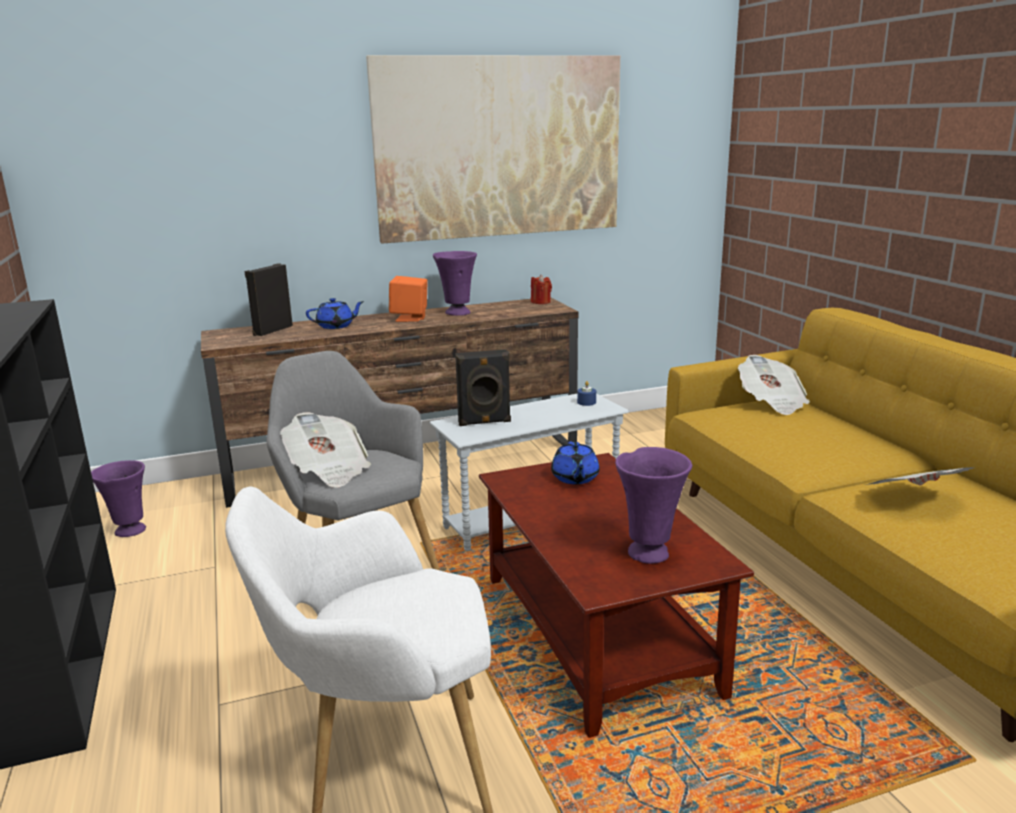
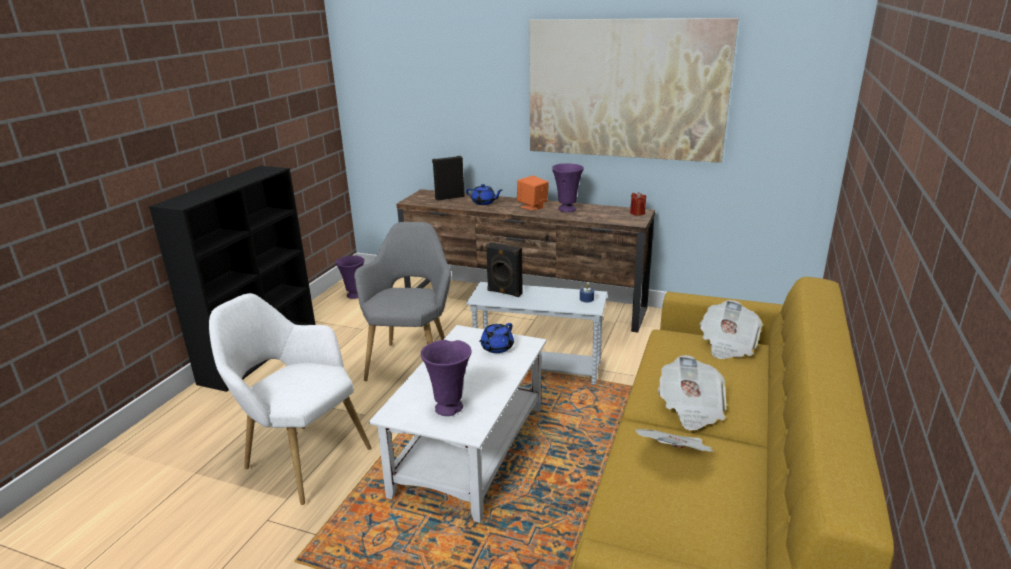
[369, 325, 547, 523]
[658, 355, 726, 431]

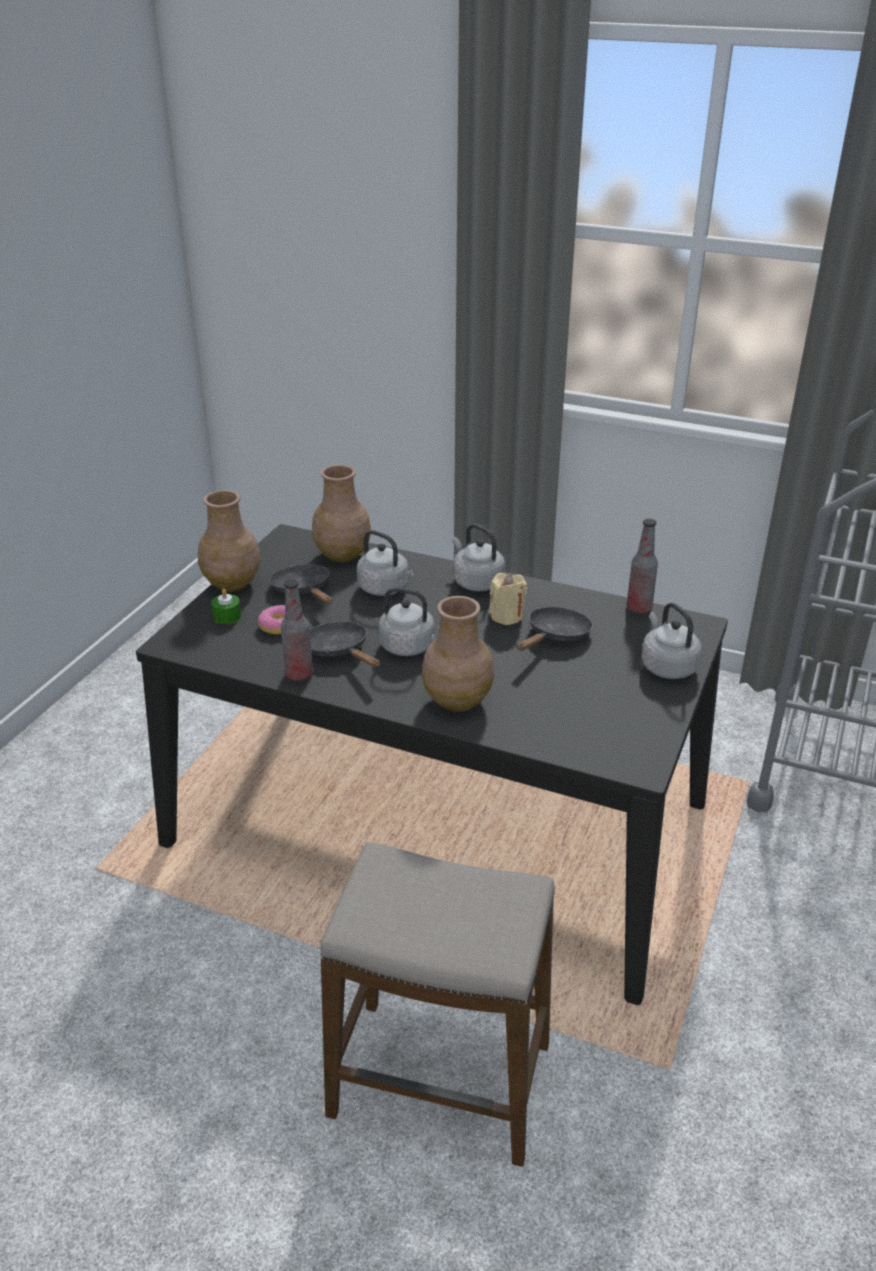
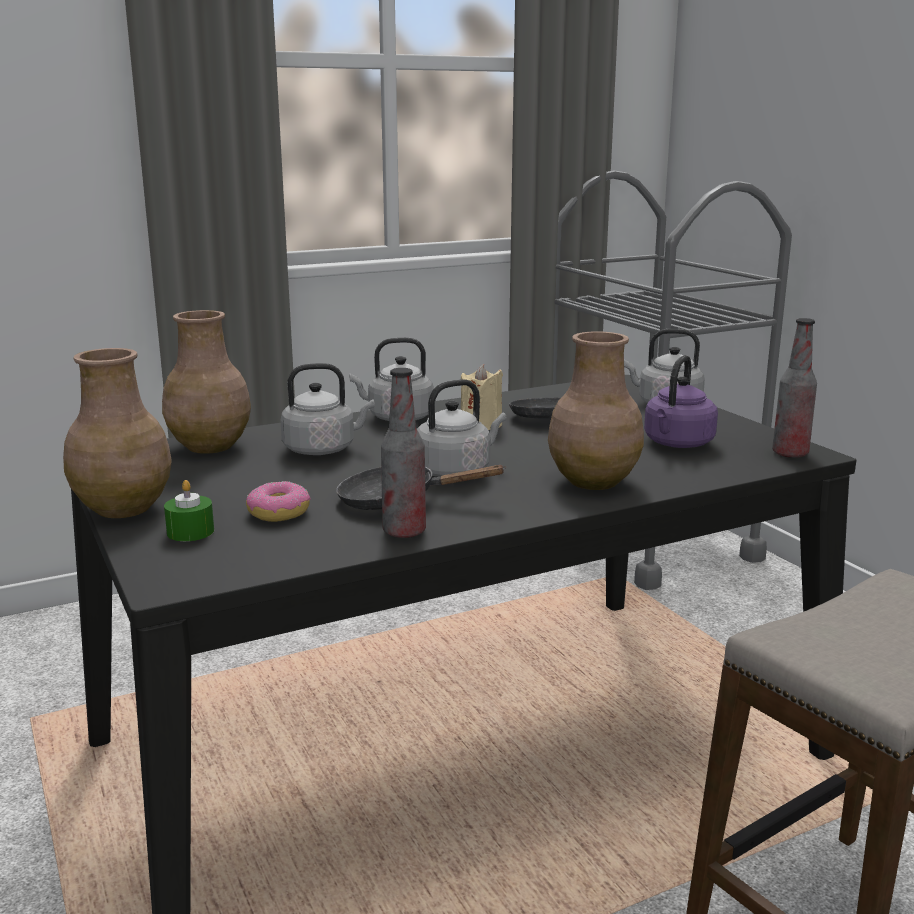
[644, 355, 718, 448]
[772, 318, 817, 458]
[269, 564, 333, 604] (first image)

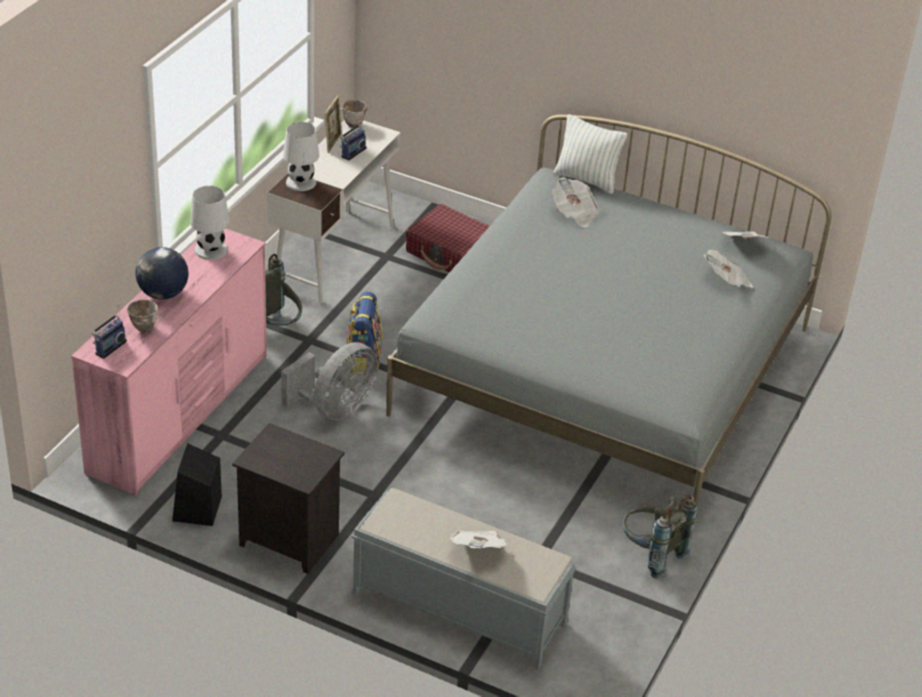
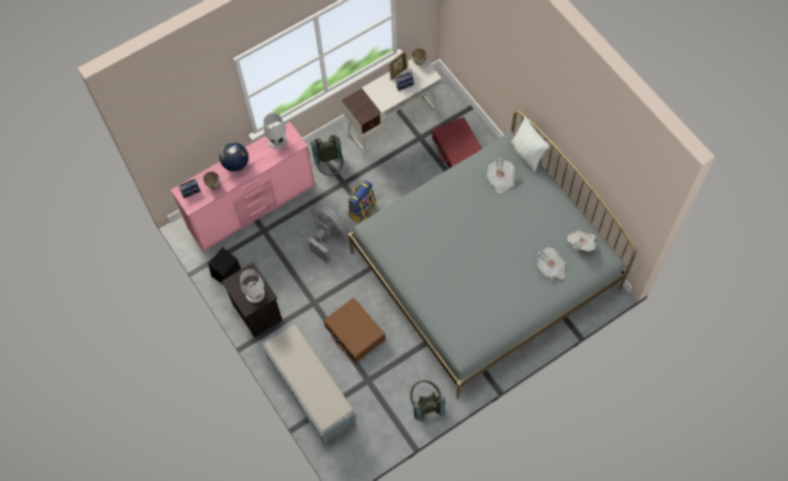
[240, 269, 265, 303]
[308, 203, 349, 263]
[324, 298, 386, 363]
[450, 530, 508, 548] (first image)

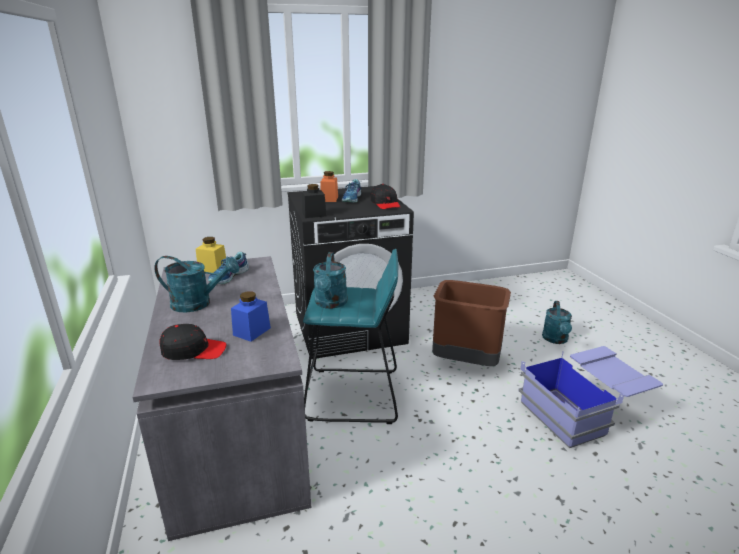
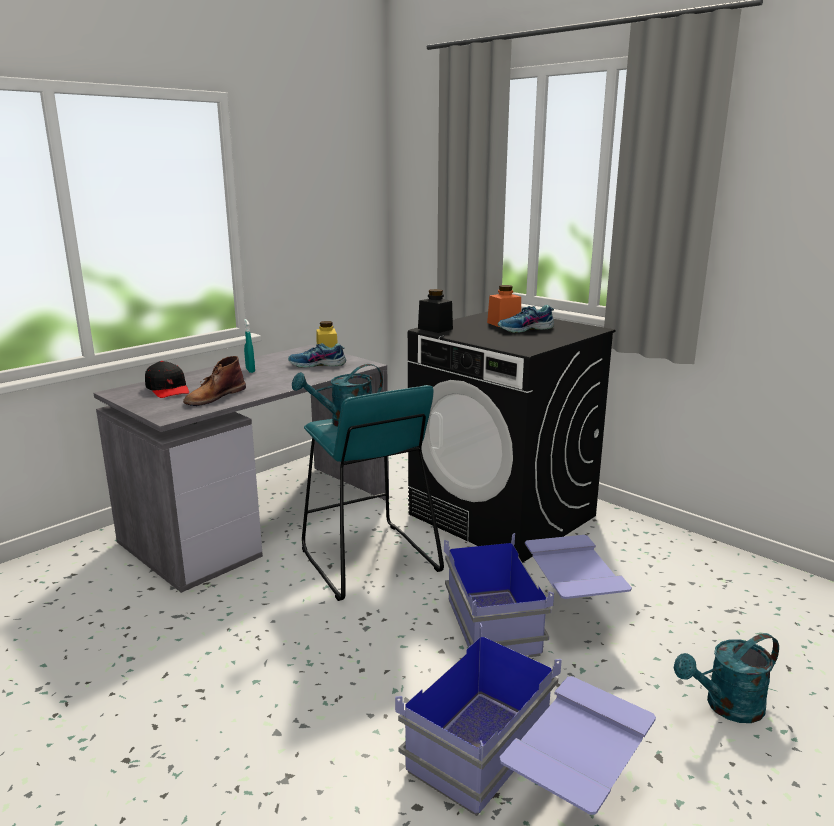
[183, 356, 246, 406]
[244, 319, 255, 373]
[444, 533, 632, 657]
[370, 184, 400, 209] (first image)

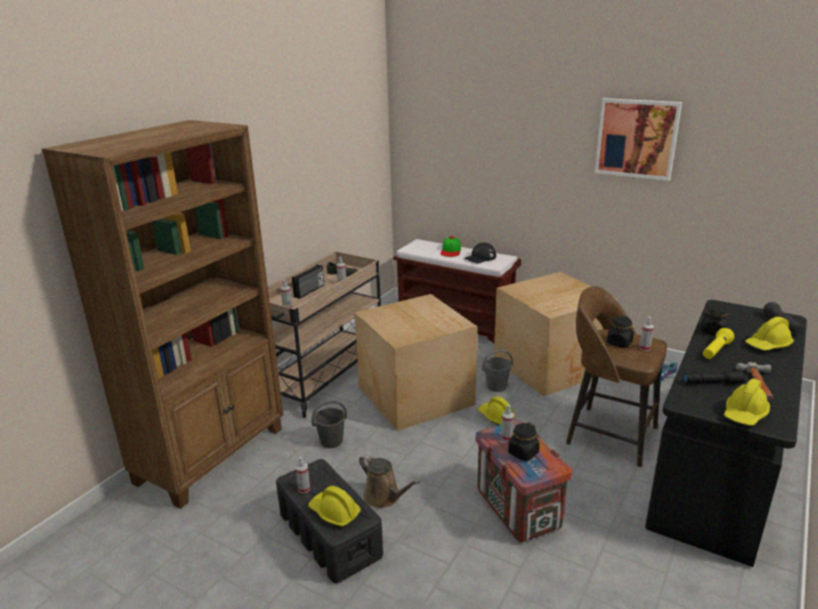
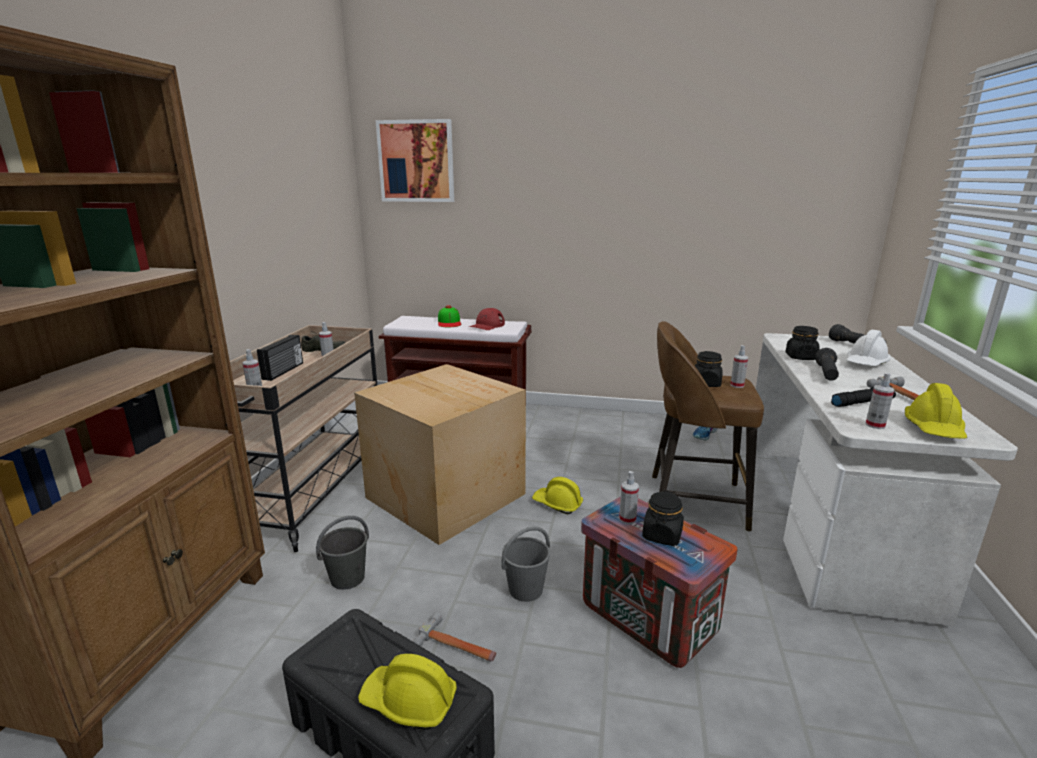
[376, 119, 454, 202]
[413, 612, 496, 662]
[469, 308, 505, 330]
[501, 526, 550, 602]
[756, 333, 1018, 626]
[815, 348, 839, 381]
[846, 330, 890, 366]
[865, 373, 895, 429]
[494, 272, 618, 396] (first image)

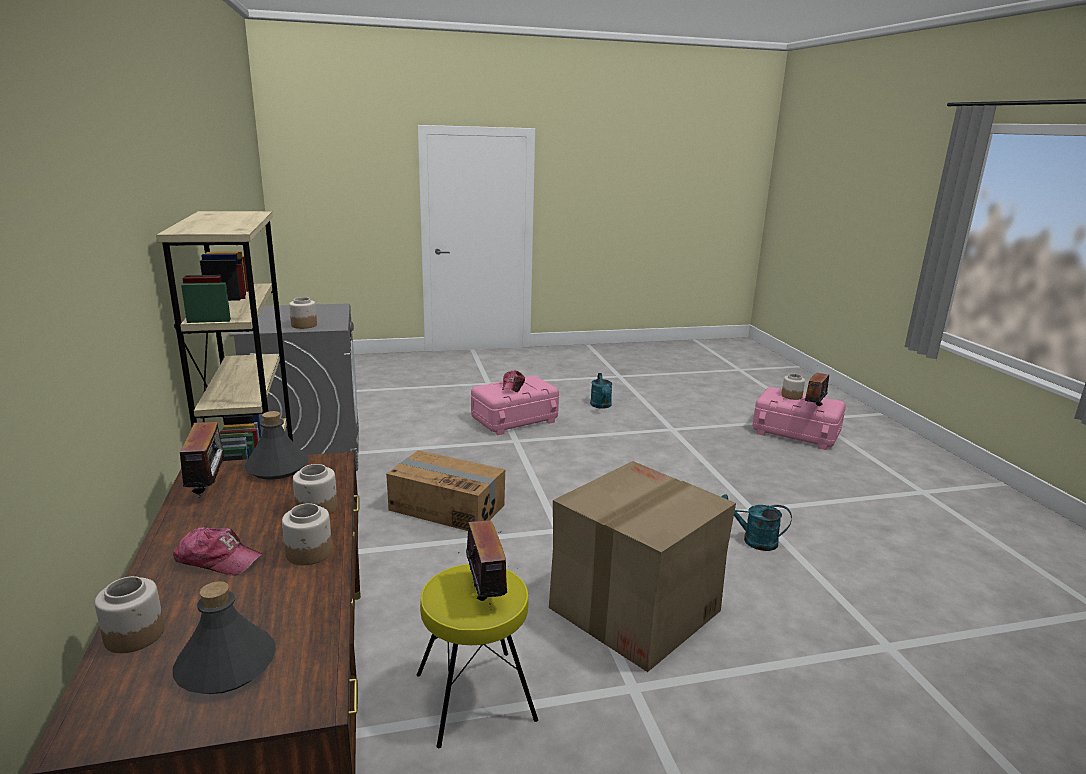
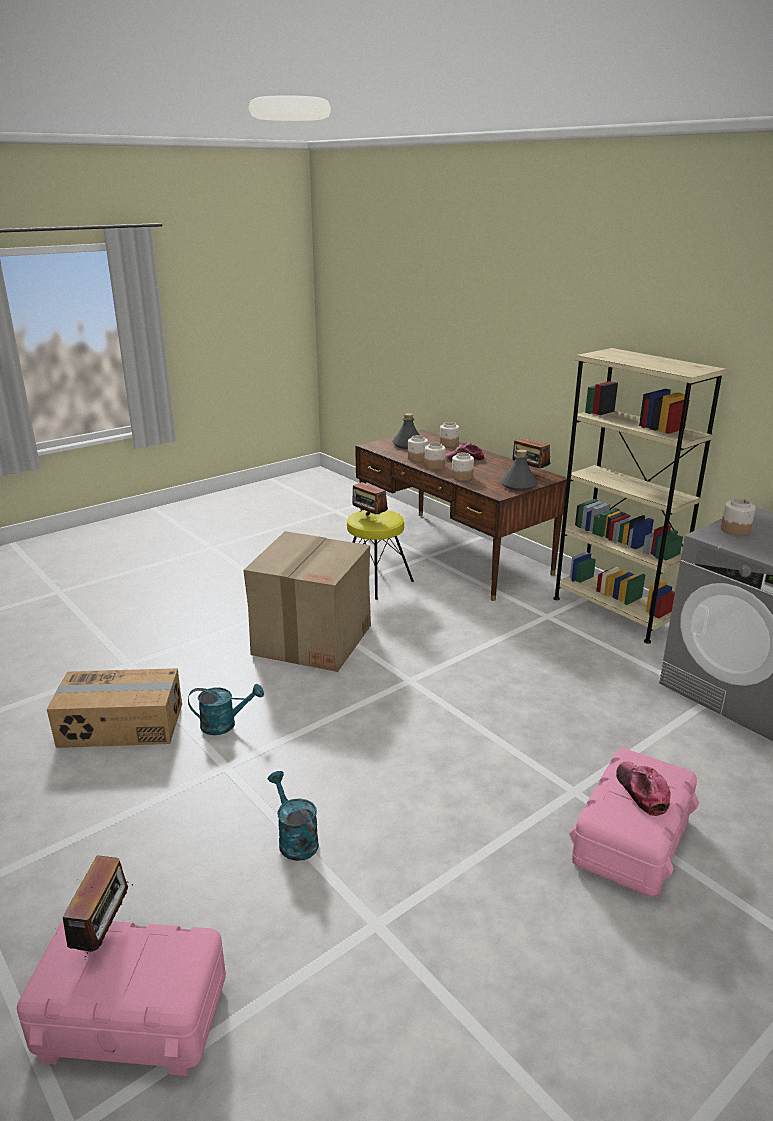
[47, 668, 182, 748]
[268, 771, 319, 861]
[408, 435, 428, 462]

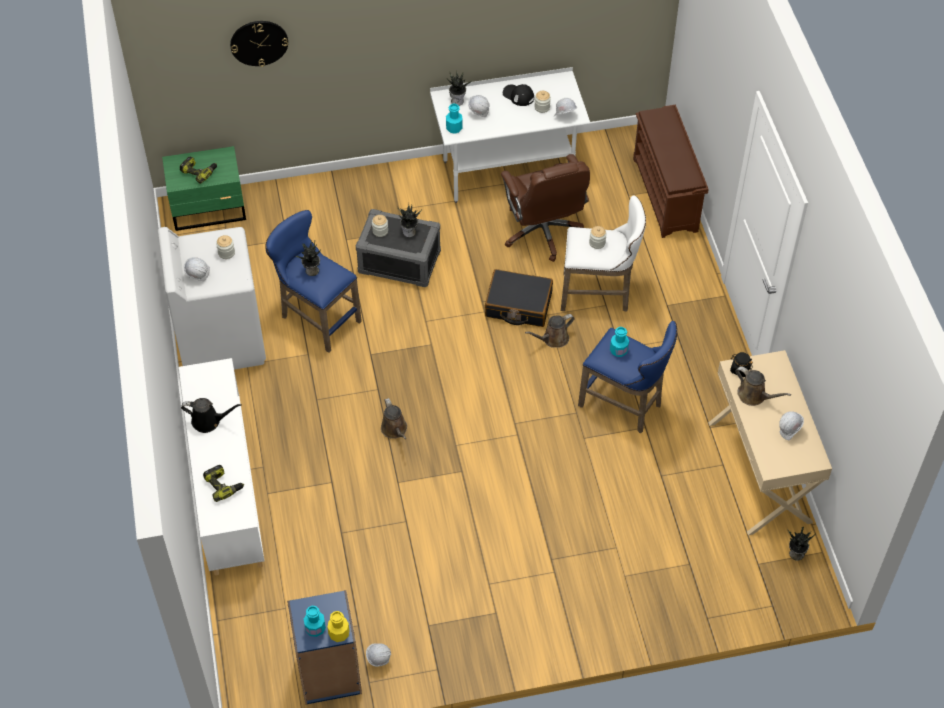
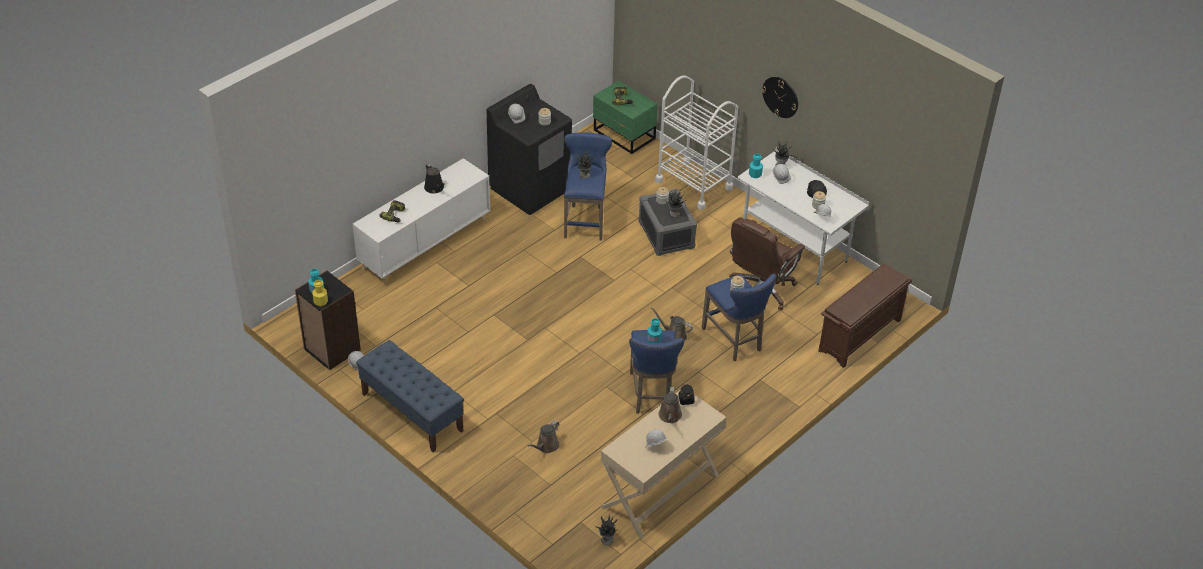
[295, 271, 361, 370]
[356, 340, 464, 453]
[487, 84, 572, 215]
[528, 420, 559, 453]
[655, 76, 738, 210]
[702, 274, 776, 361]
[762, 77, 798, 118]
[485, 269, 553, 327] (first image)

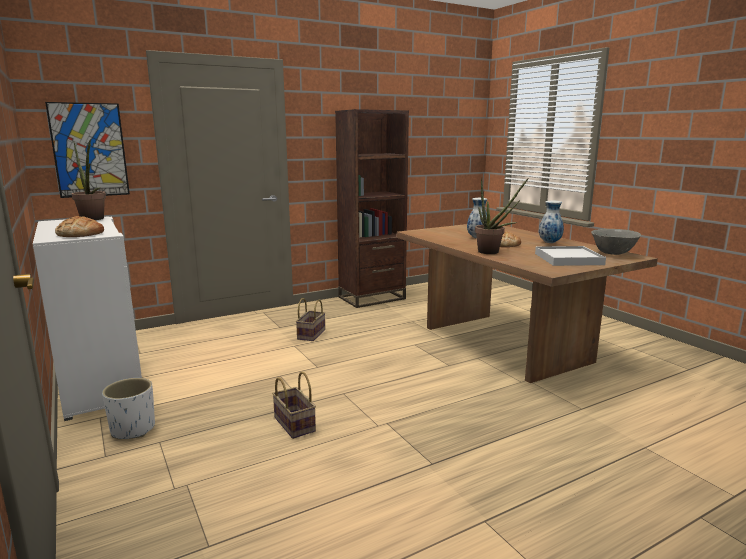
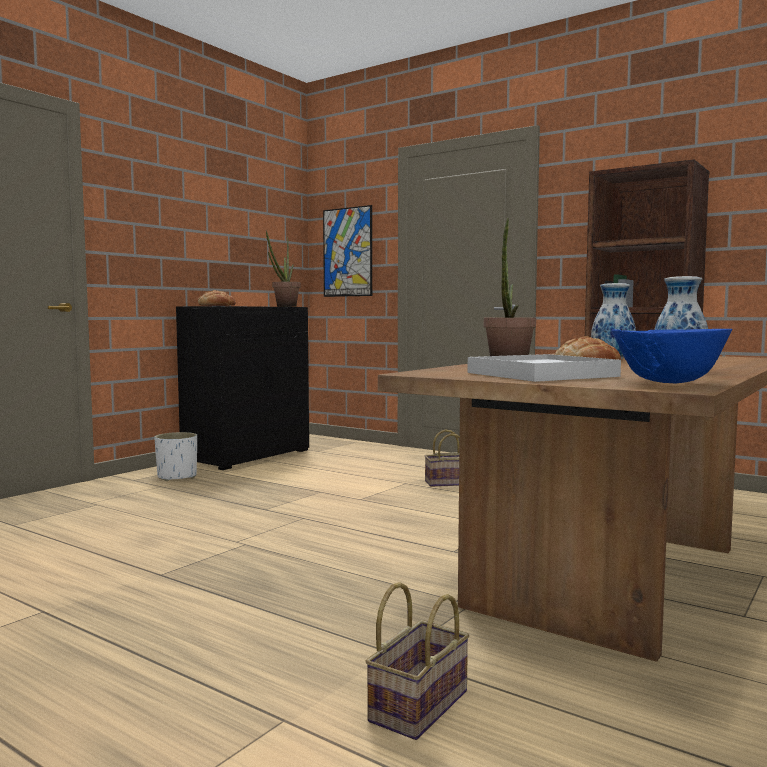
[176, 306, 309, 470]
[365, 582, 470, 740]
[611, 329, 732, 384]

